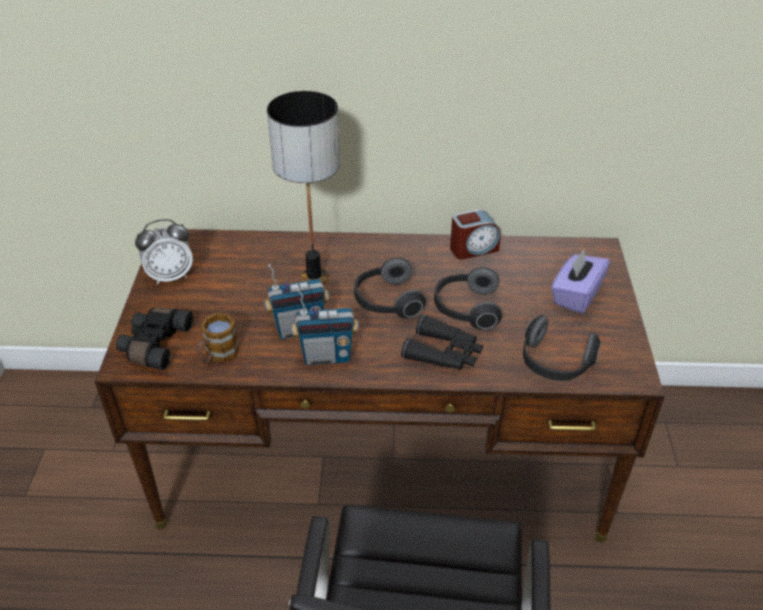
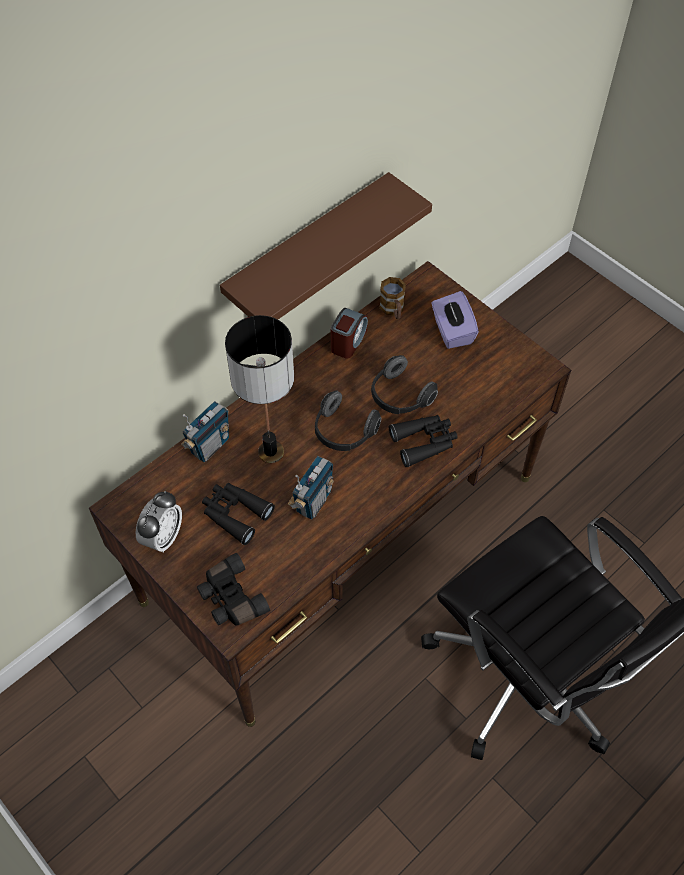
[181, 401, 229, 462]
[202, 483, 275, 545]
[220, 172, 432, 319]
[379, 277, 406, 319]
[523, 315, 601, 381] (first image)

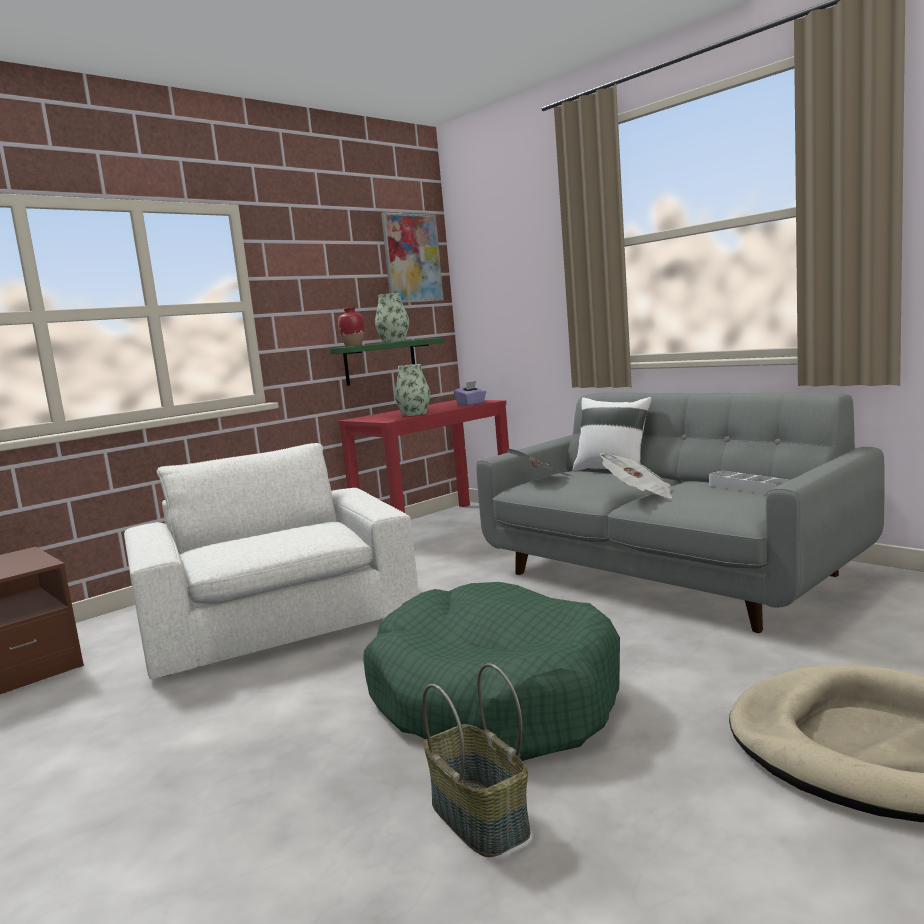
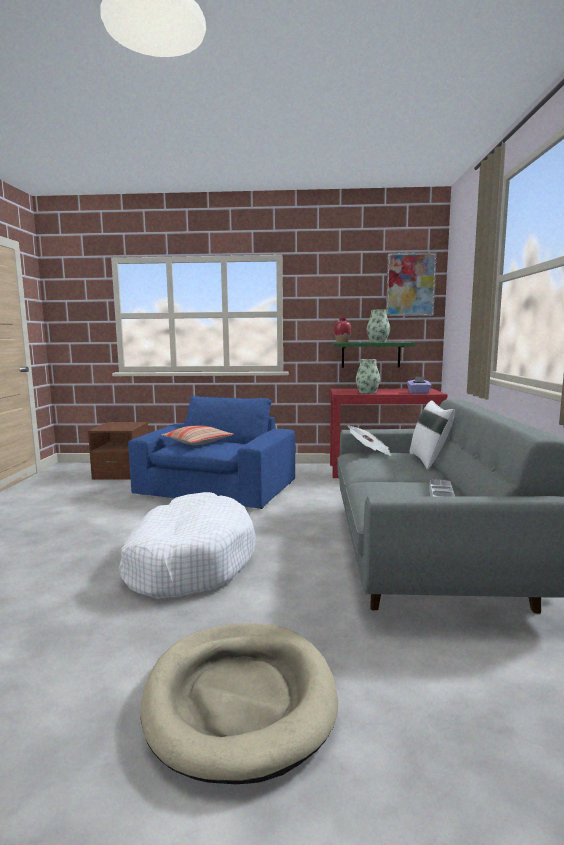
[119, 492, 256, 599]
[128, 396, 295, 509]
[162, 426, 234, 445]
[422, 663, 530, 857] (first image)
[600, 453, 672, 498] (first image)

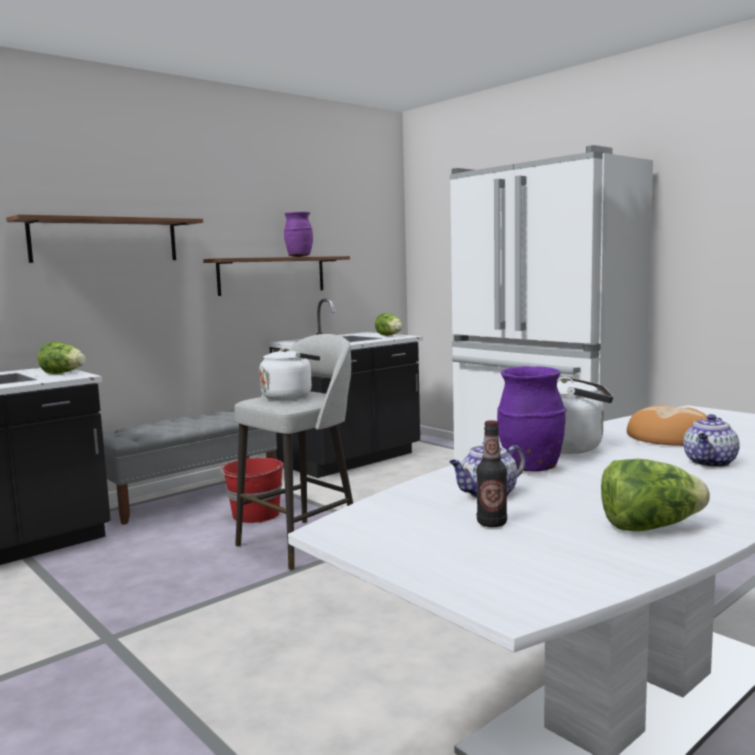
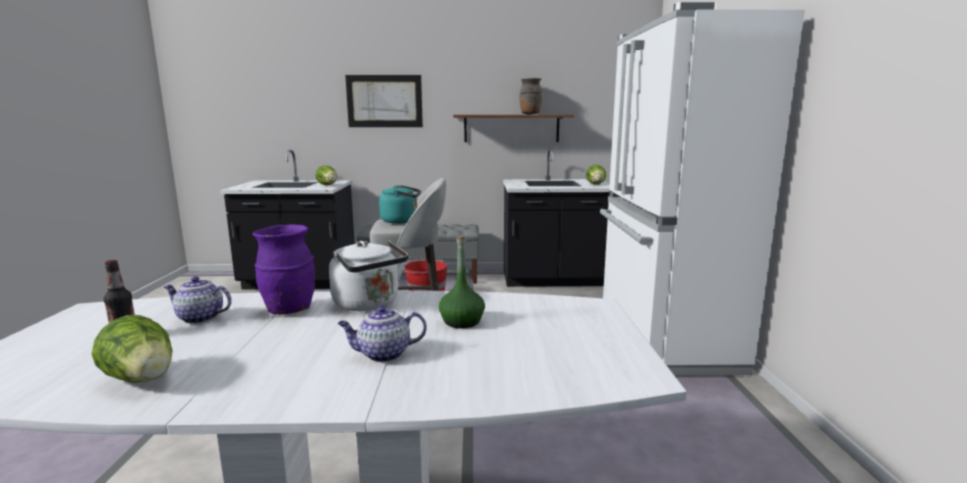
[345, 75, 423, 127]
[379, 185, 421, 223]
[439, 236, 485, 328]
[519, 78, 542, 114]

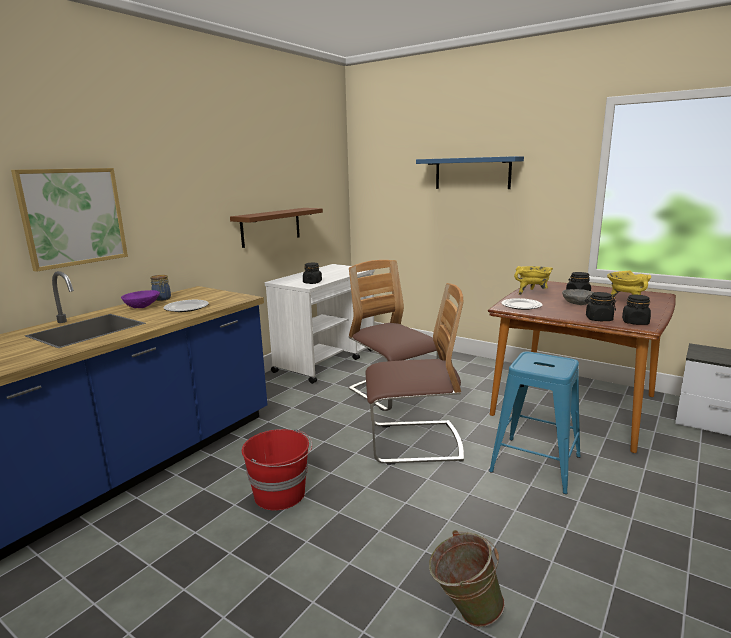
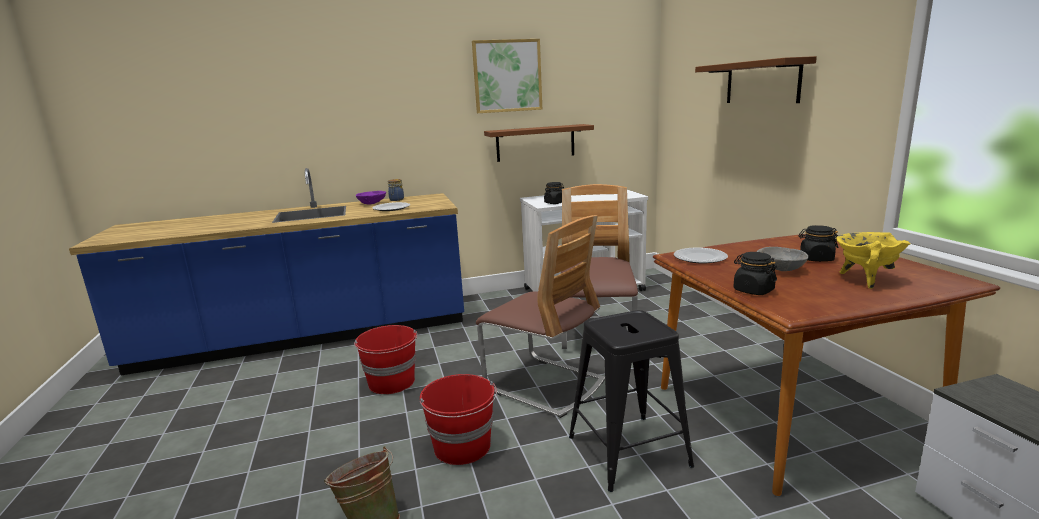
[420, 374, 497, 465]
[472, 39, 542, 113]
[569, 310, 694, 492]
[695, 56, 817, 103]
[514, 266, 553, 295] (first image)
[622, 295, 651, 325] (first image)

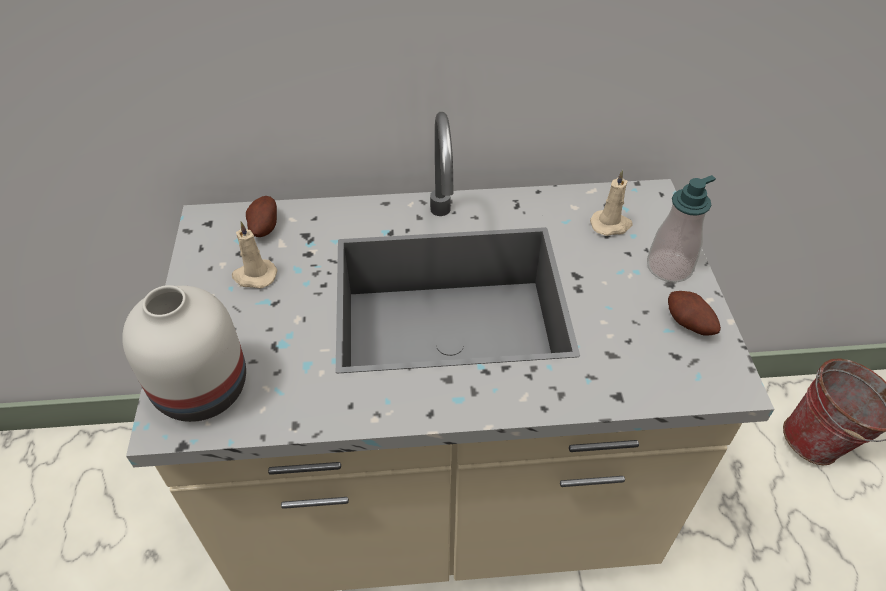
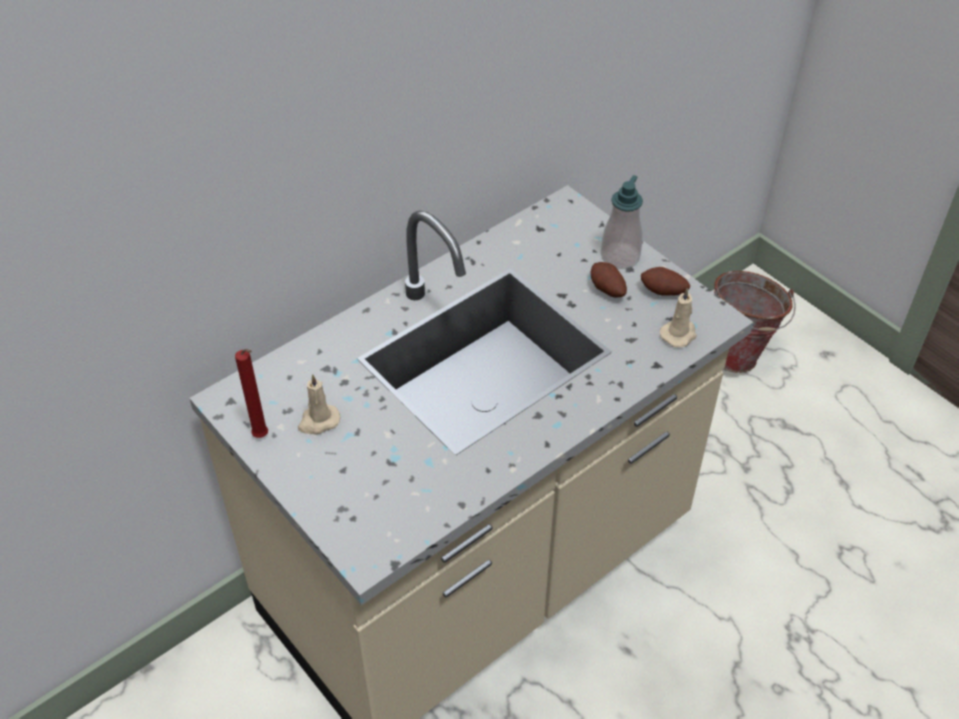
[235, 349, 268, 438]
[591, 262, 627, 298]
[660, 288, 697, 348]
[122, 285, 246, 422] (first image)

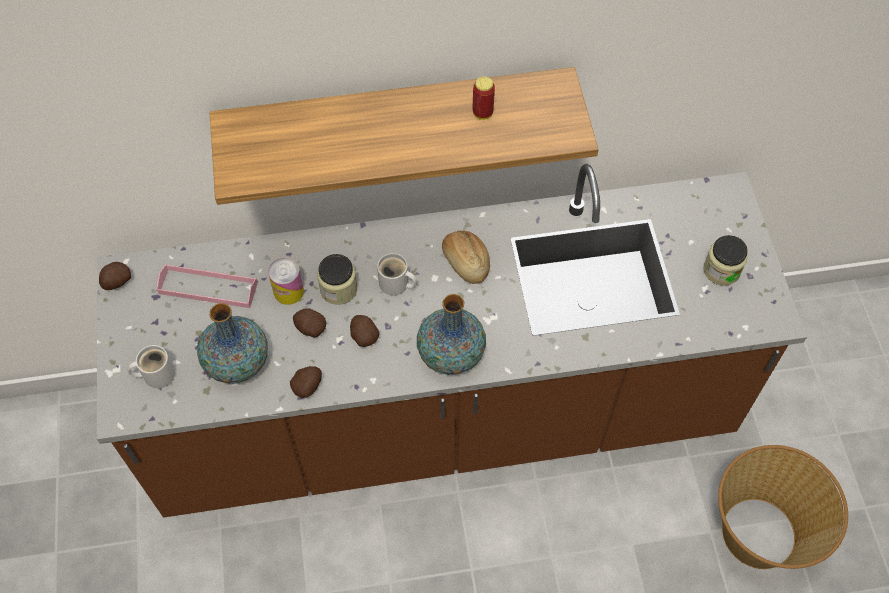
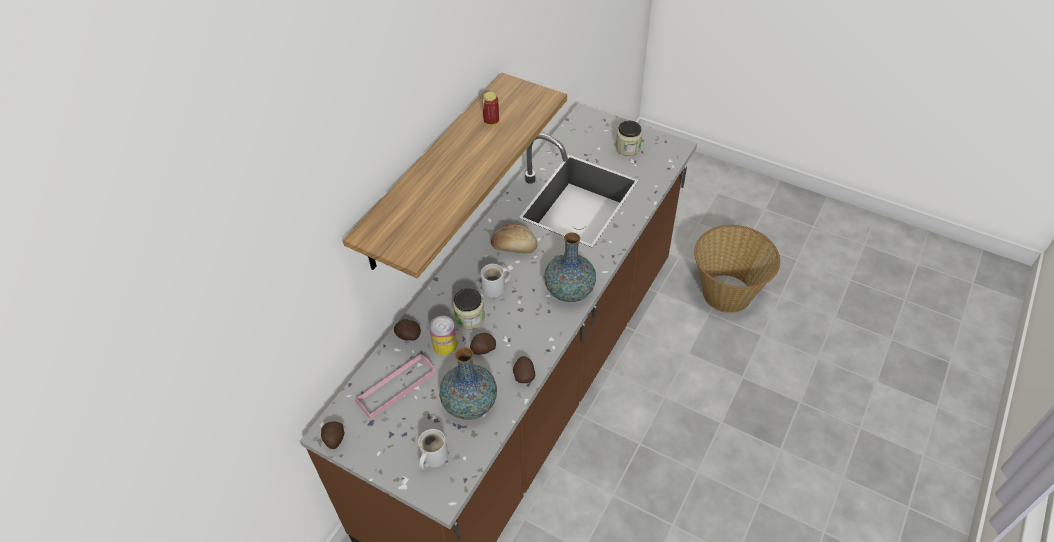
[394, 319, 421, 340]

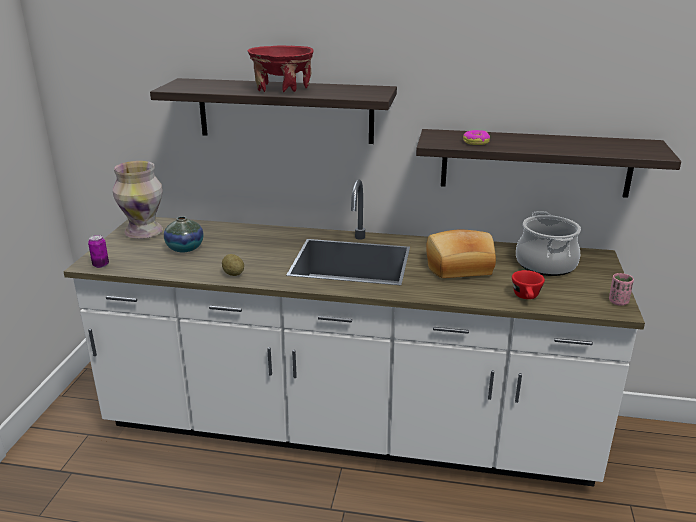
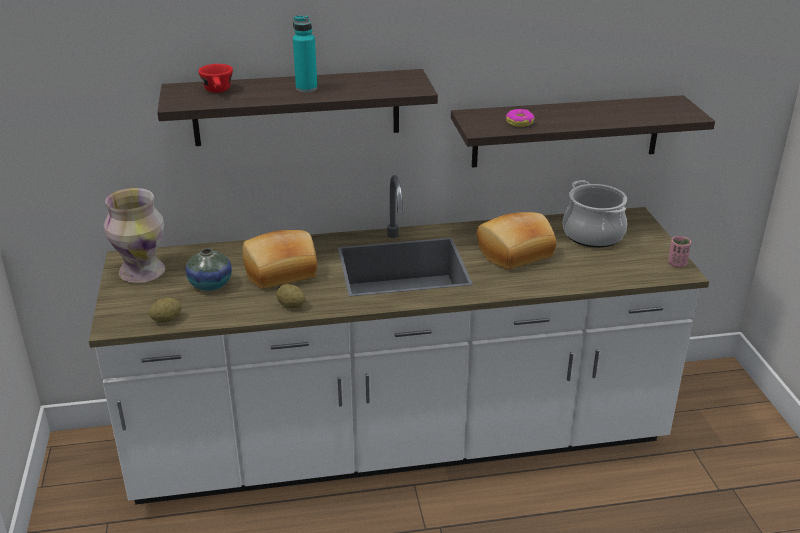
[149, 298, 182, 322]
[198, 64, 233, 93]
[242, 230, 317, 289]
[293, 16, 317, 92]
[88, 235, 109, 268] (first image)

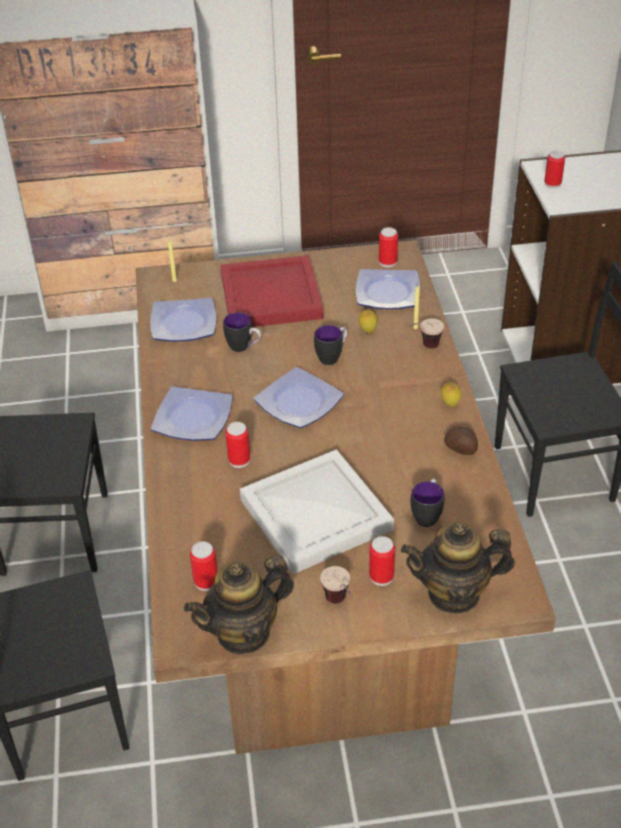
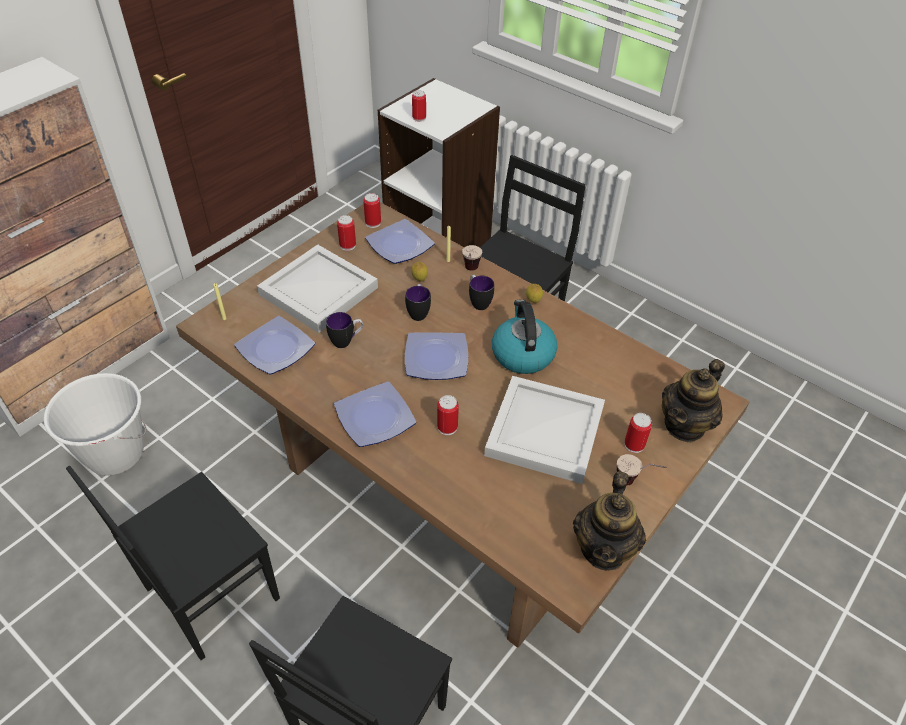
[44, 373, 146, 475]
[257, 245, 378, 333]
[337, 215, 356, 251]
[469, 275, 494, 310]
[492, 300, 557, 374]
[444, 427, 478, 455] (first image)

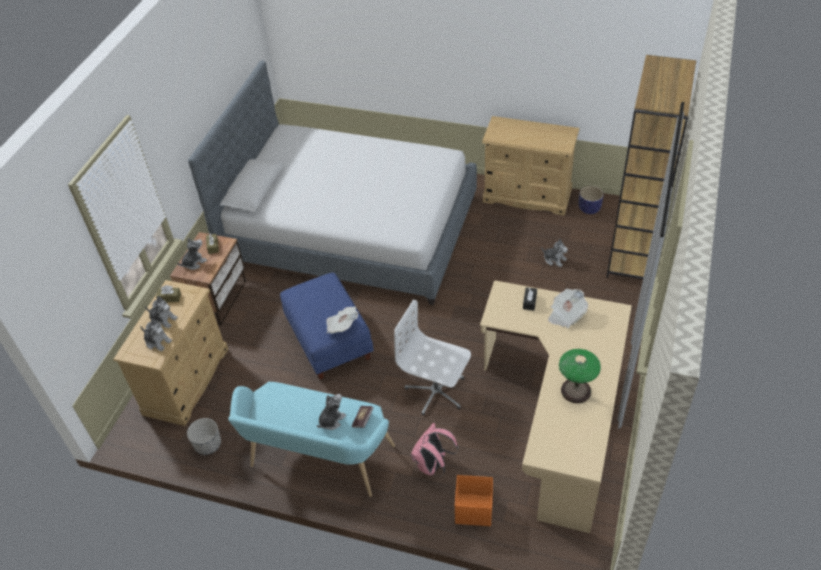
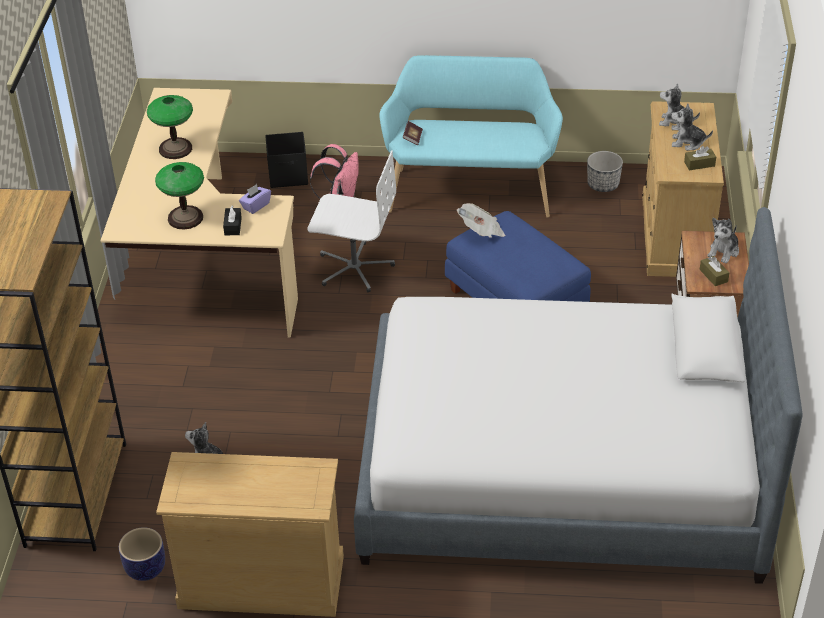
[155, 162, 204, 229]
[239, 184, 271, 214]
[266, 132, 308, 188]
[317, 394, 346, 430] (first image)

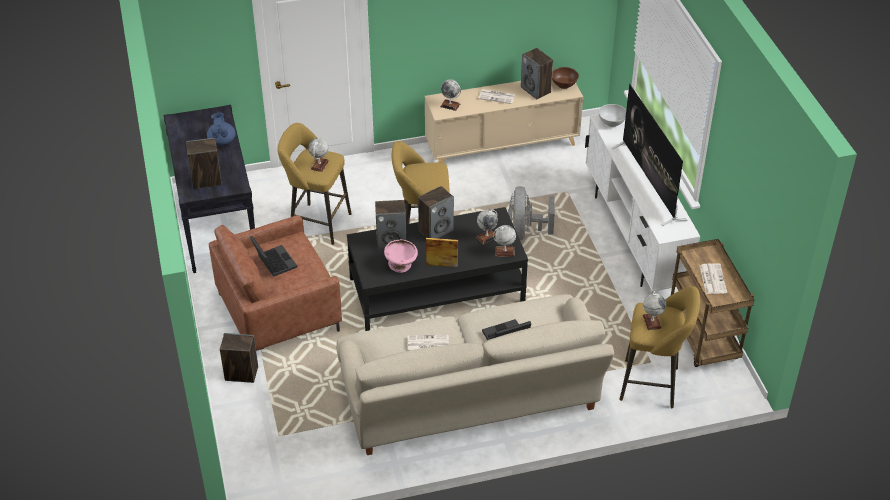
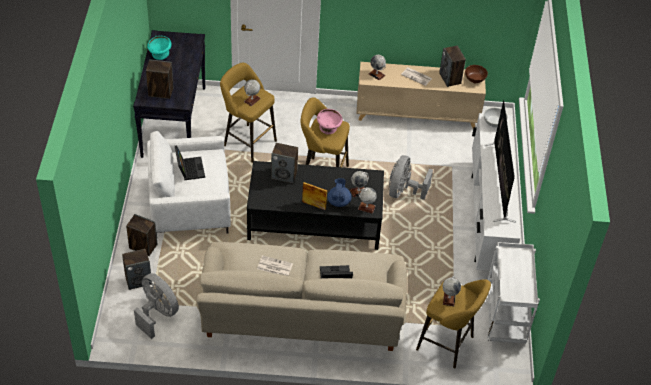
[122, 249, 152, 290]
[134, 273, 179, 339]
[147, 36, 172, 60]
[147, 131, 231, 234]
[317, 109, 343, 134]
[327, 178, 352, 207]
[487, 242, 540, 344]
[700, 263, 727, 294] (first image)

